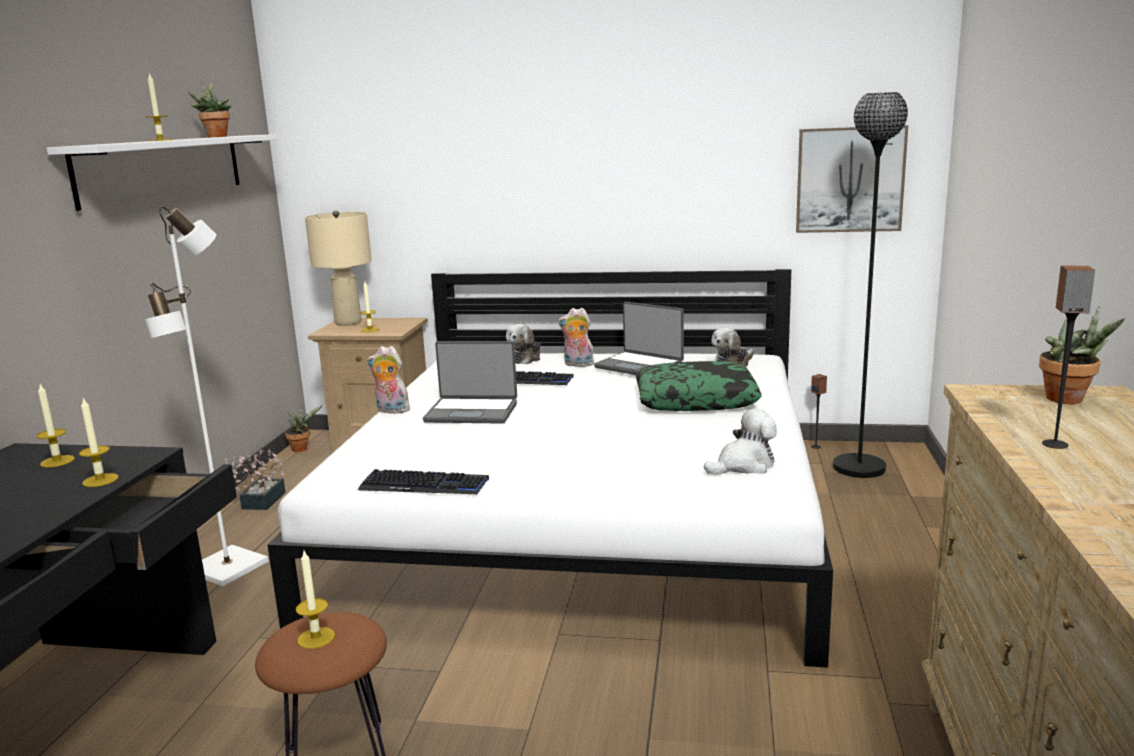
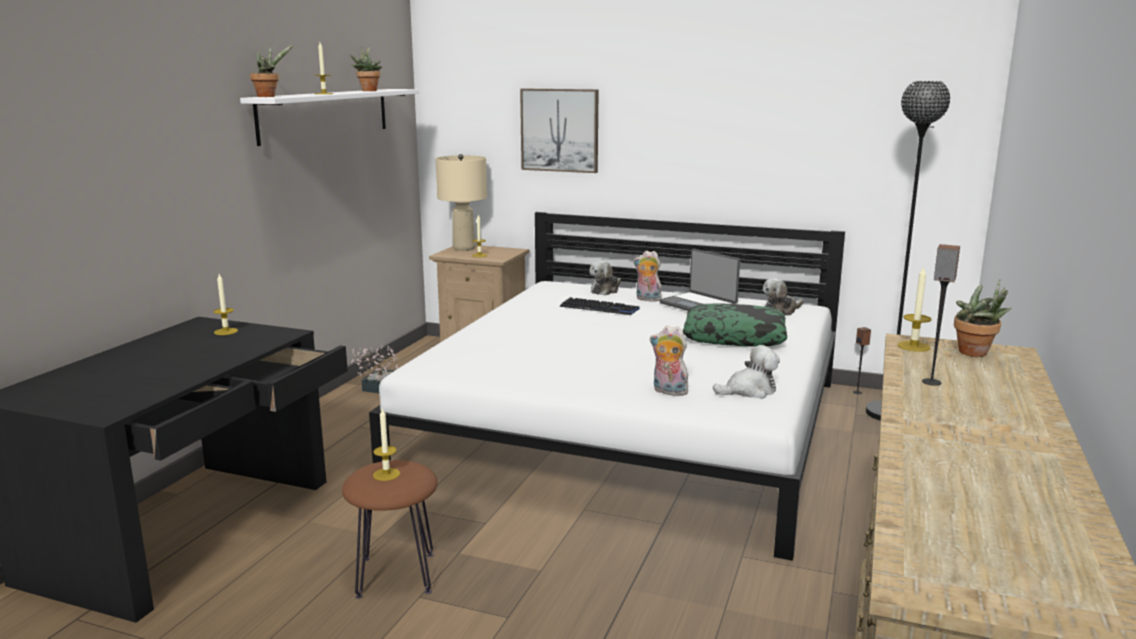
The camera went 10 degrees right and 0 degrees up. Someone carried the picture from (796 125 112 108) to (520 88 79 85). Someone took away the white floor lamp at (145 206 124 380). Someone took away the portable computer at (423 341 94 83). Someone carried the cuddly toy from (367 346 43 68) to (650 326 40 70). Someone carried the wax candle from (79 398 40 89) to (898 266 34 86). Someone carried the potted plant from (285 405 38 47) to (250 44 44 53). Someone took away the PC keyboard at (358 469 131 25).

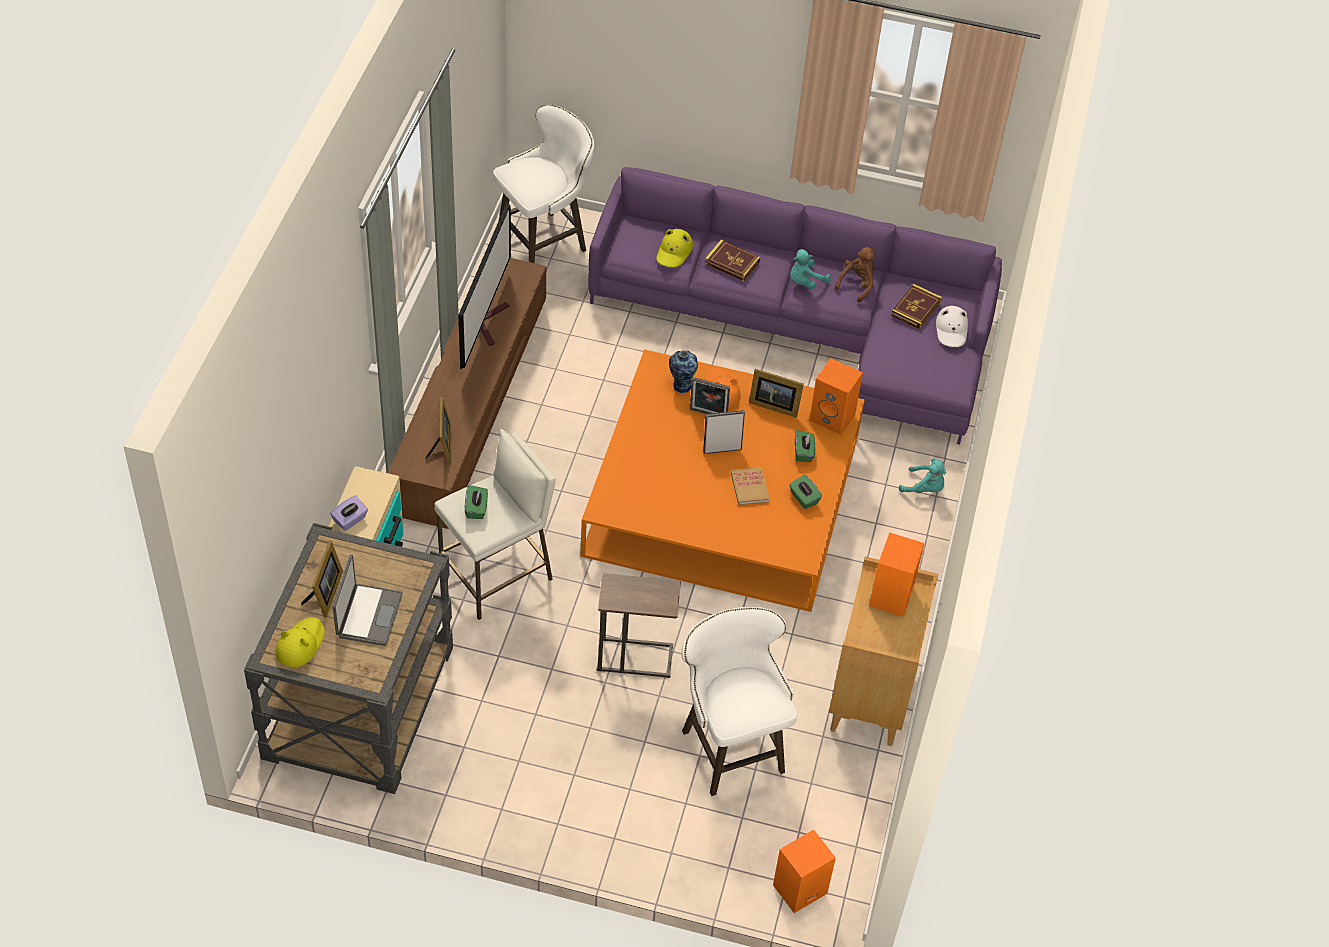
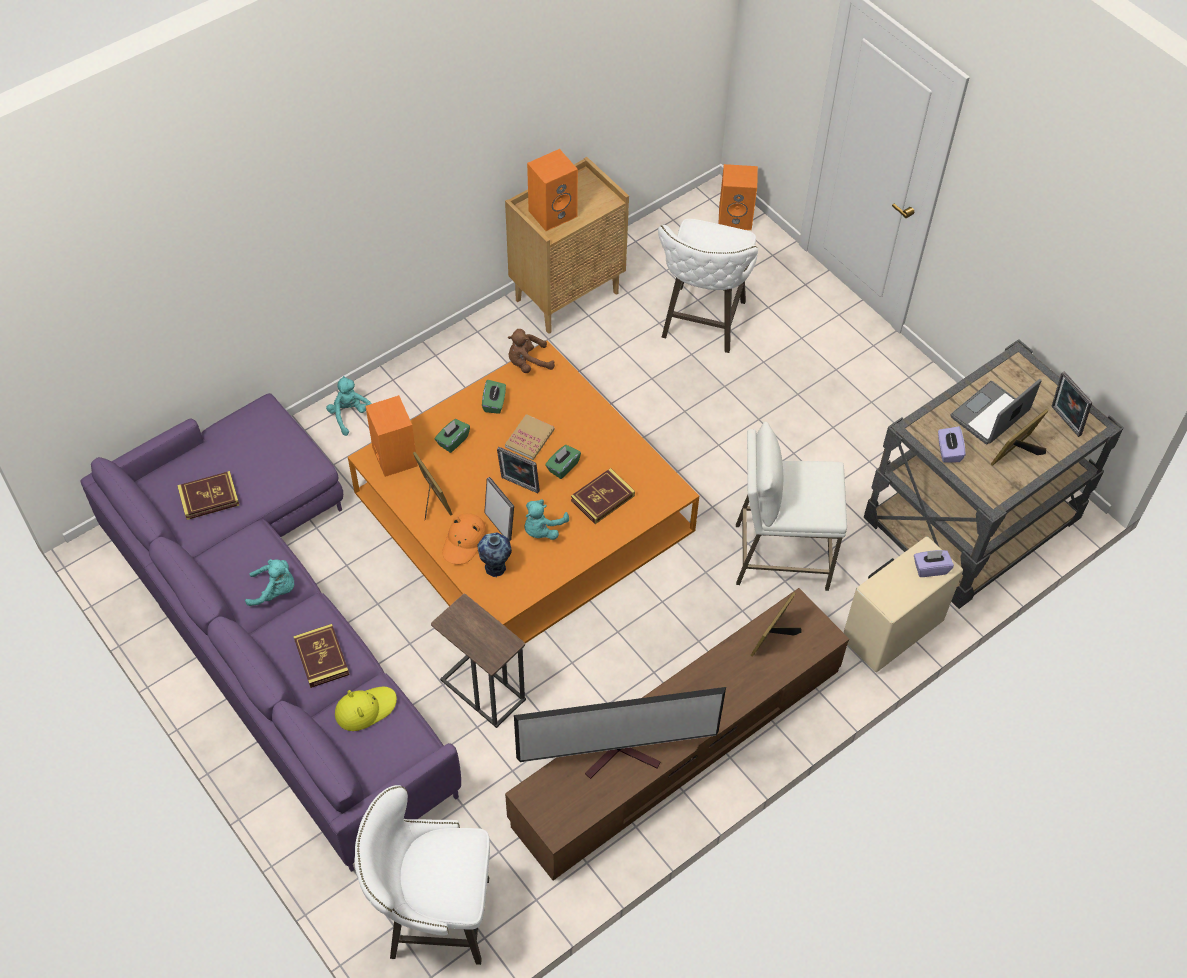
The camera went 140 degrees left and 5 degrees up. Someone rotated the television at (458 202 53 167) by 150 degrees counterclockwise. Someone carried the brown-coloured cuddly toy from (835 247 40 56) to (508 329 47 44). Someone took away the white clothing hat at (936 306 32 41). Someone carried the green-coloured box of tissues from (465 485 23 34) to (545 445 36 34). Someone carried the brown-coloured side table from (597 573 84 105) to (431 594 95 134). Someone swapped the yellow clothing hat at (275 617 50 50) for the standing frame at (1051 371 41 66). Someone put down the purplish box of tissues at (938 426 27 37). Someone put down the volume at (571 468 64 56). Someone put down the blue-green cuddly toy at (525 499 44 41).

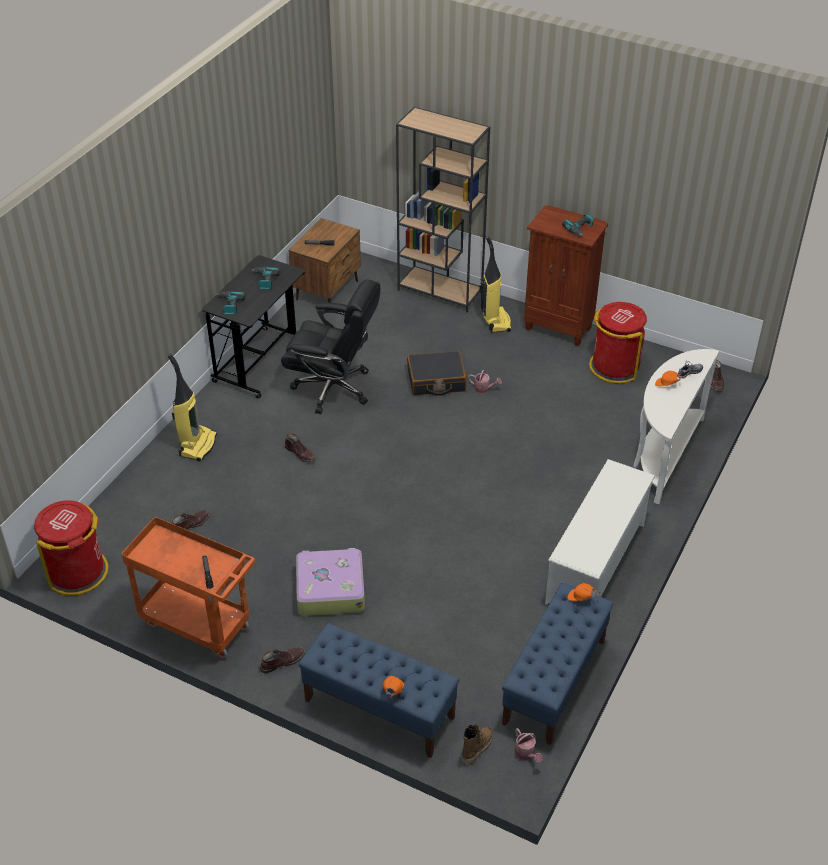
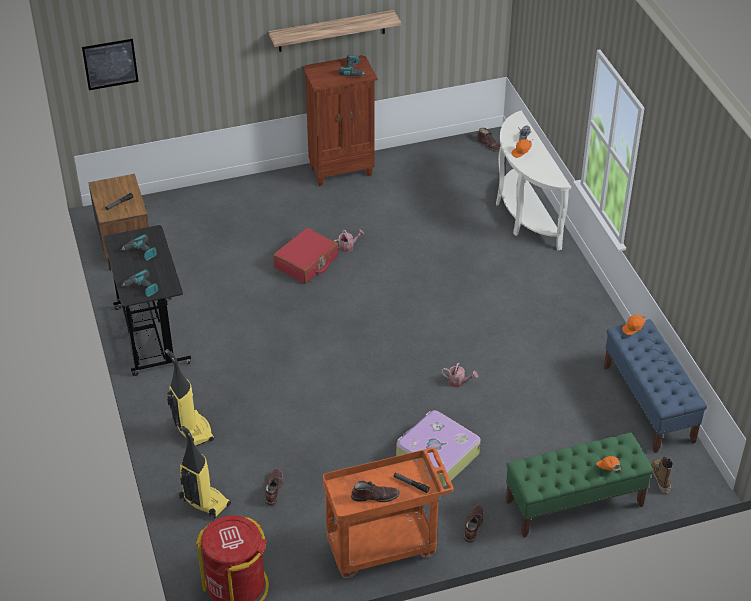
The camera went 45 degrees left and 0 degrees up. Someone took away the bookcase at (396 107 94 206). Someone carried the vacuum from (479 235 33 98) to (179 426 52 93). Someone took away the black office chair at (281 280 99 134). Someone took away the red-coloured waste bin at (589 302 58 81). Someone repainted the black piece of luggage at (407 351 59 45), which became the red-coloured piece of luggage at (273 228 65 56). Someone carried the brown-coloured high-top boot from (285 433 31 29) to (351 481 49 21). Someone took away the white shoe rack at (545 459 110 145). Someone repainted the blue-coloured indoor bench at (299 623 160 135), which became the green-coloured indoor bench at (506 432 147 105). Someone carried the watering can from (515 728 28 34) to (442 363 36 24). Someone put up the bracket shelf at (269 10 132 42). Someone put up the picture at (82 39 57 51).

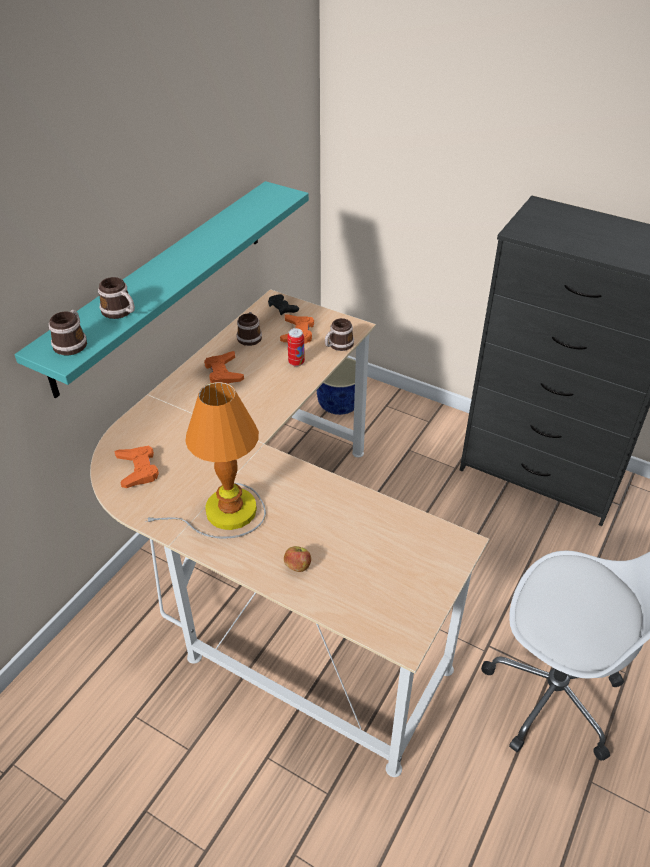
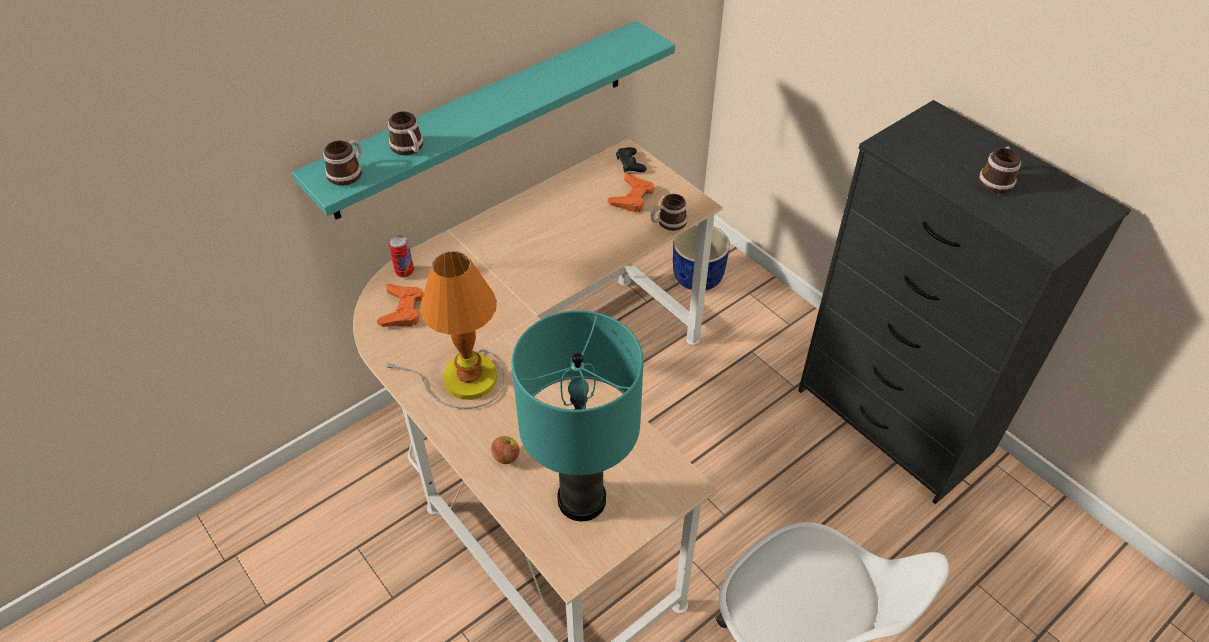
The camera went 20 degrees right and 5 degrees up. Someone carried the coffee mug from (237 312 25 34) to (978 146 43 48). Someone carried the can from (287 328 18 39) to (389 235 25 43). Someone took away the orange joypad at (204 351 40 33). Someone put down the blue-green table lamp at (511 310 133 211).

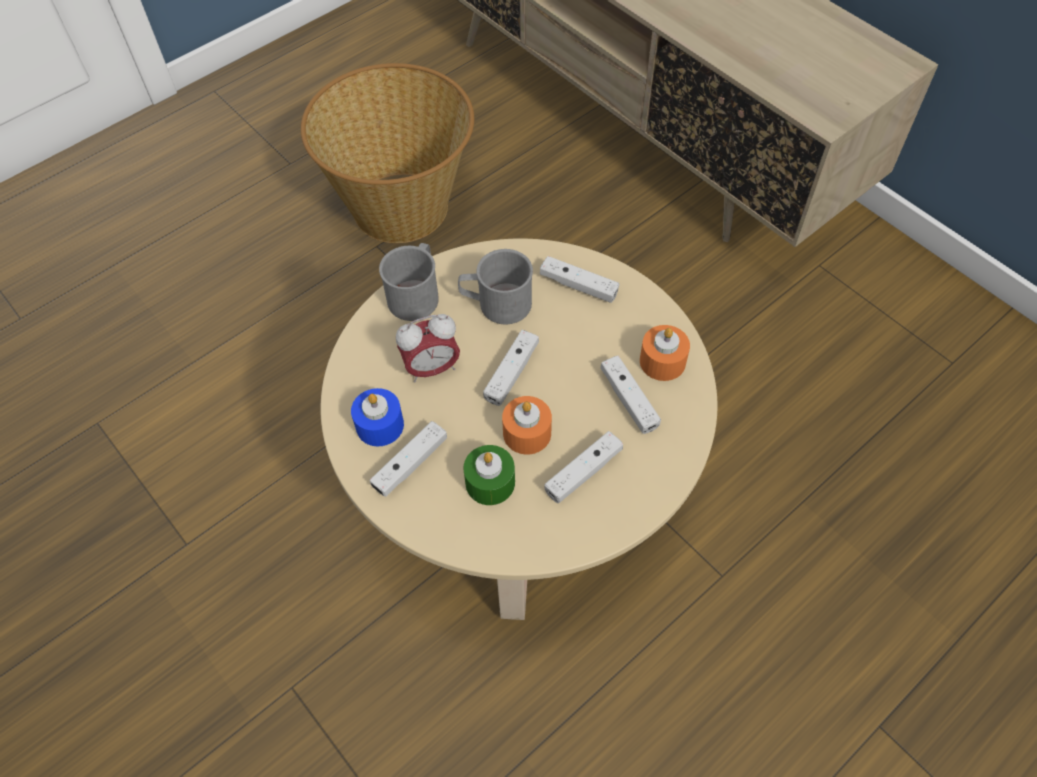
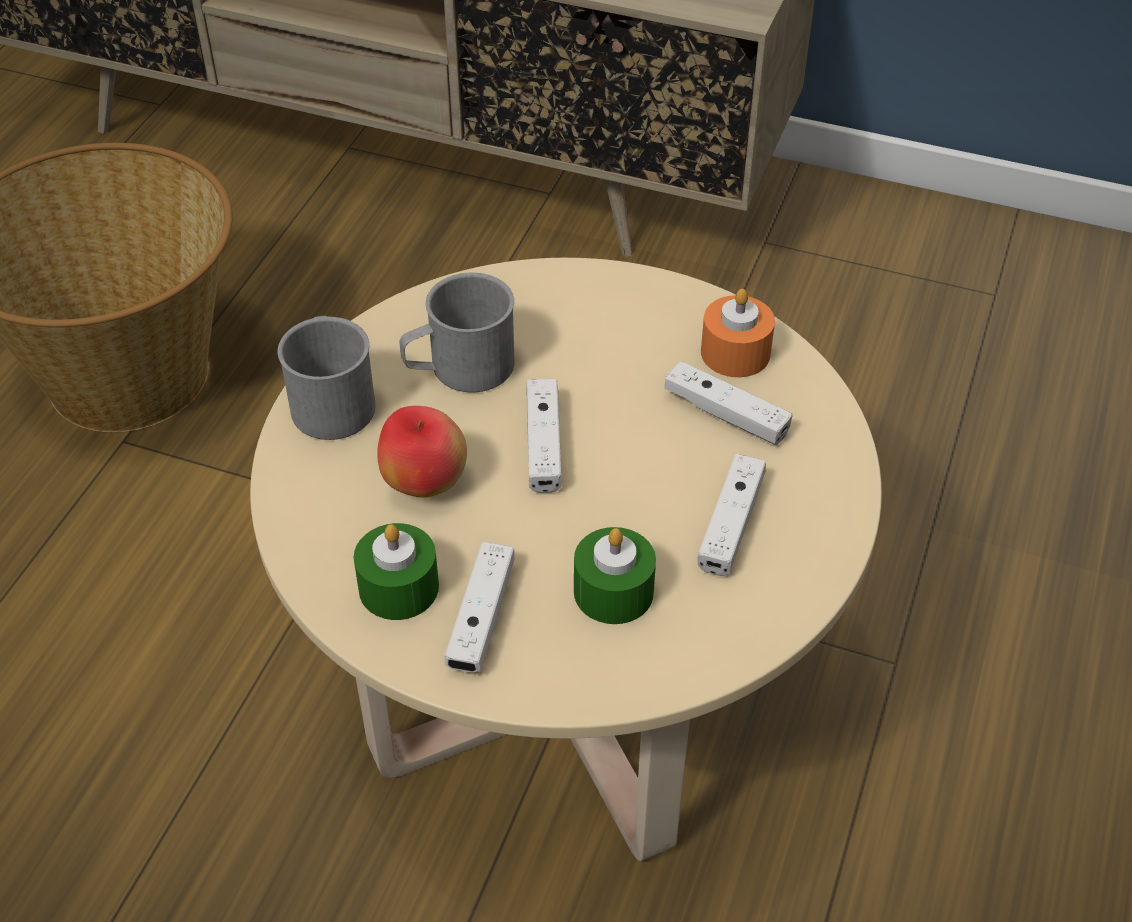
The camera went 30 degrees left and 10 degrees down. Someone took away the white joypad at (540 256 79 47). Someone swapped the bedside clock at (396 314 64 69) for the whole apple at (377 406 90 92). Someone repainted the blue-coloured wax candle at (351 388 53 58), which became the green-coloured wax candle at (354 523 85 97). Someone took away the orange wax candle at (502 396 50 59).

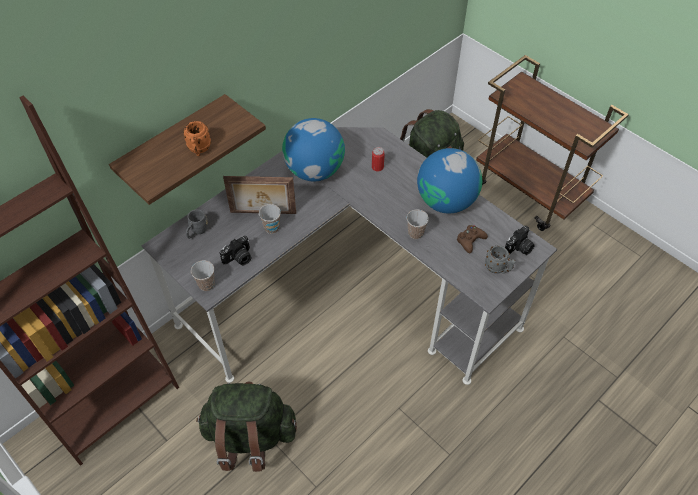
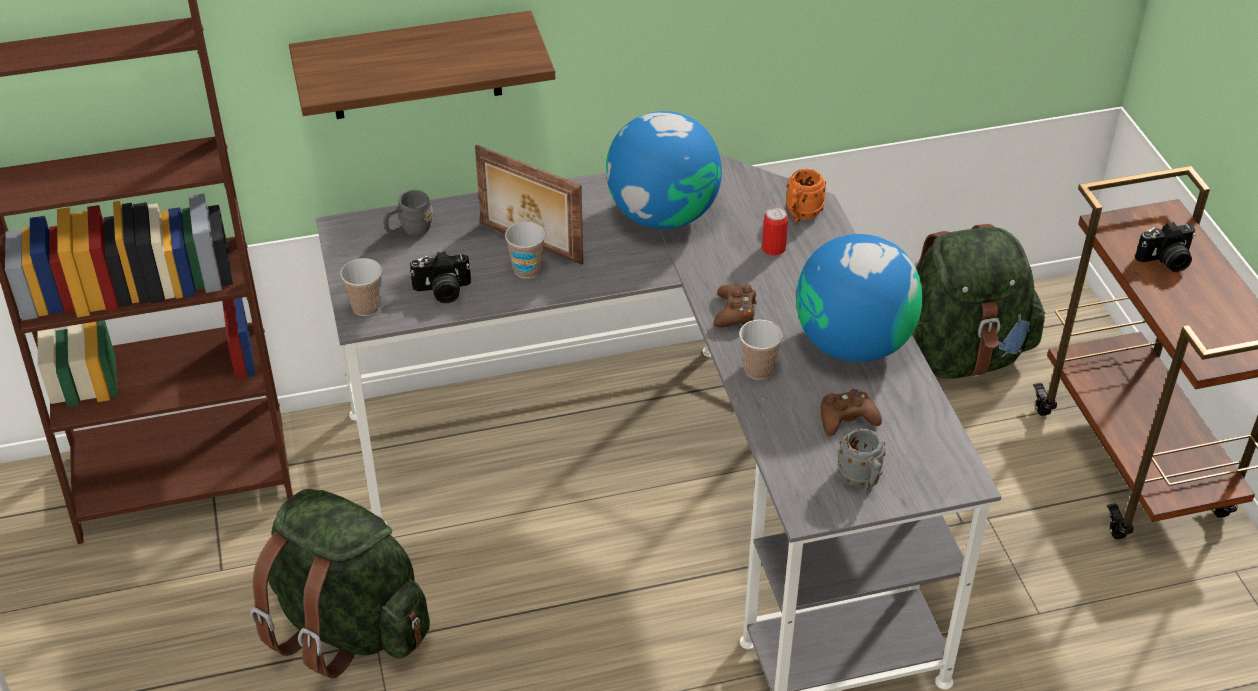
The camera went 30 degrees right and 10 degrees down. Someone carried the orange coffee mug from (183 121 28 35) to (786 169 40 53). Someone carried the photo camera from (505 226 30 29) to (1135 222 61 50). Someone put down the brown-coloured joypad at (714 284 43 44).

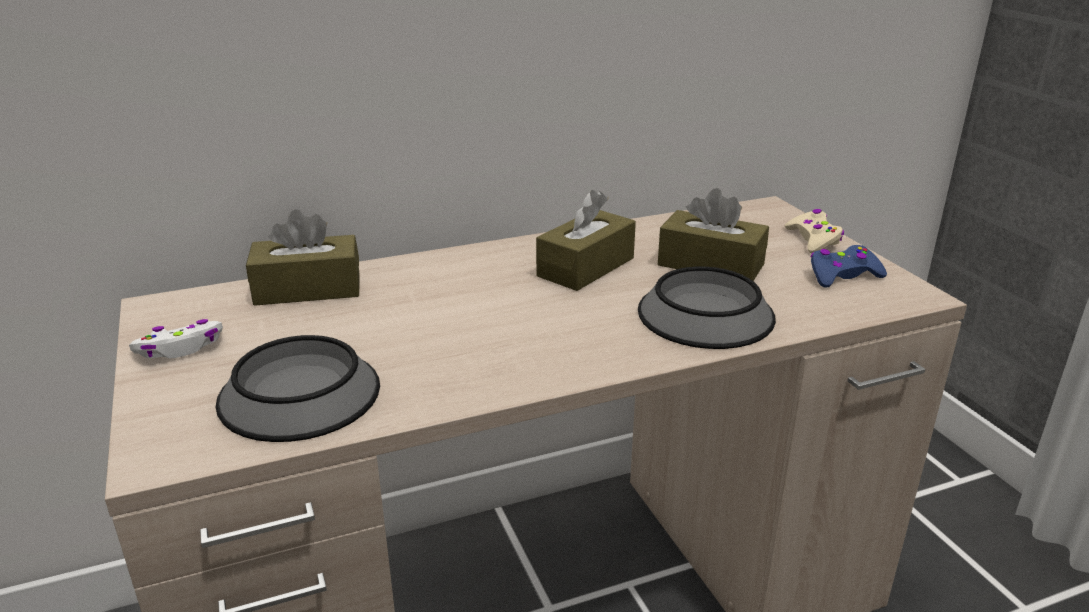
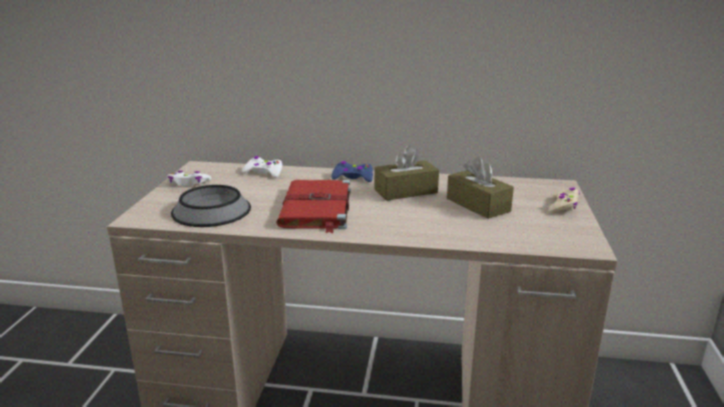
The camera went 30 degrees right and 5 degrees down. Someone swapped the brown-coloured box of tissues at (246 209 113 97) for the white joypad at (242 156 41 22). Someone carried the blue-coloured joypad from (810 245 77 42) to (331 161 42 21). Someone took away the bowl at (638 267 138 82). Someone put down the red-coloured volume at (276 180 75 53).

